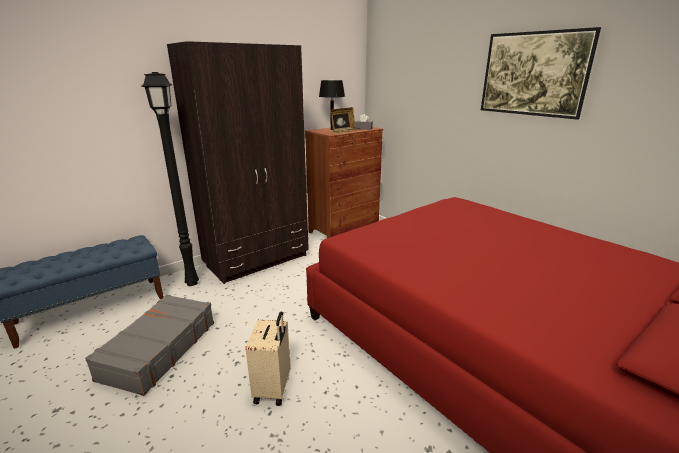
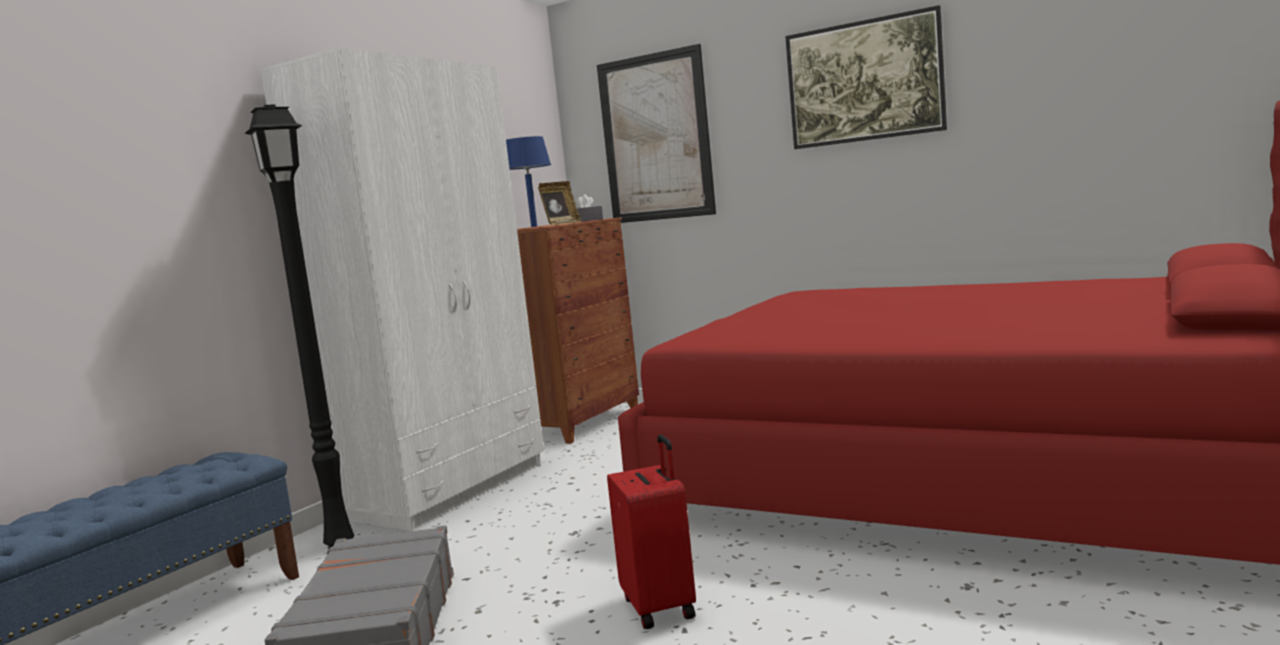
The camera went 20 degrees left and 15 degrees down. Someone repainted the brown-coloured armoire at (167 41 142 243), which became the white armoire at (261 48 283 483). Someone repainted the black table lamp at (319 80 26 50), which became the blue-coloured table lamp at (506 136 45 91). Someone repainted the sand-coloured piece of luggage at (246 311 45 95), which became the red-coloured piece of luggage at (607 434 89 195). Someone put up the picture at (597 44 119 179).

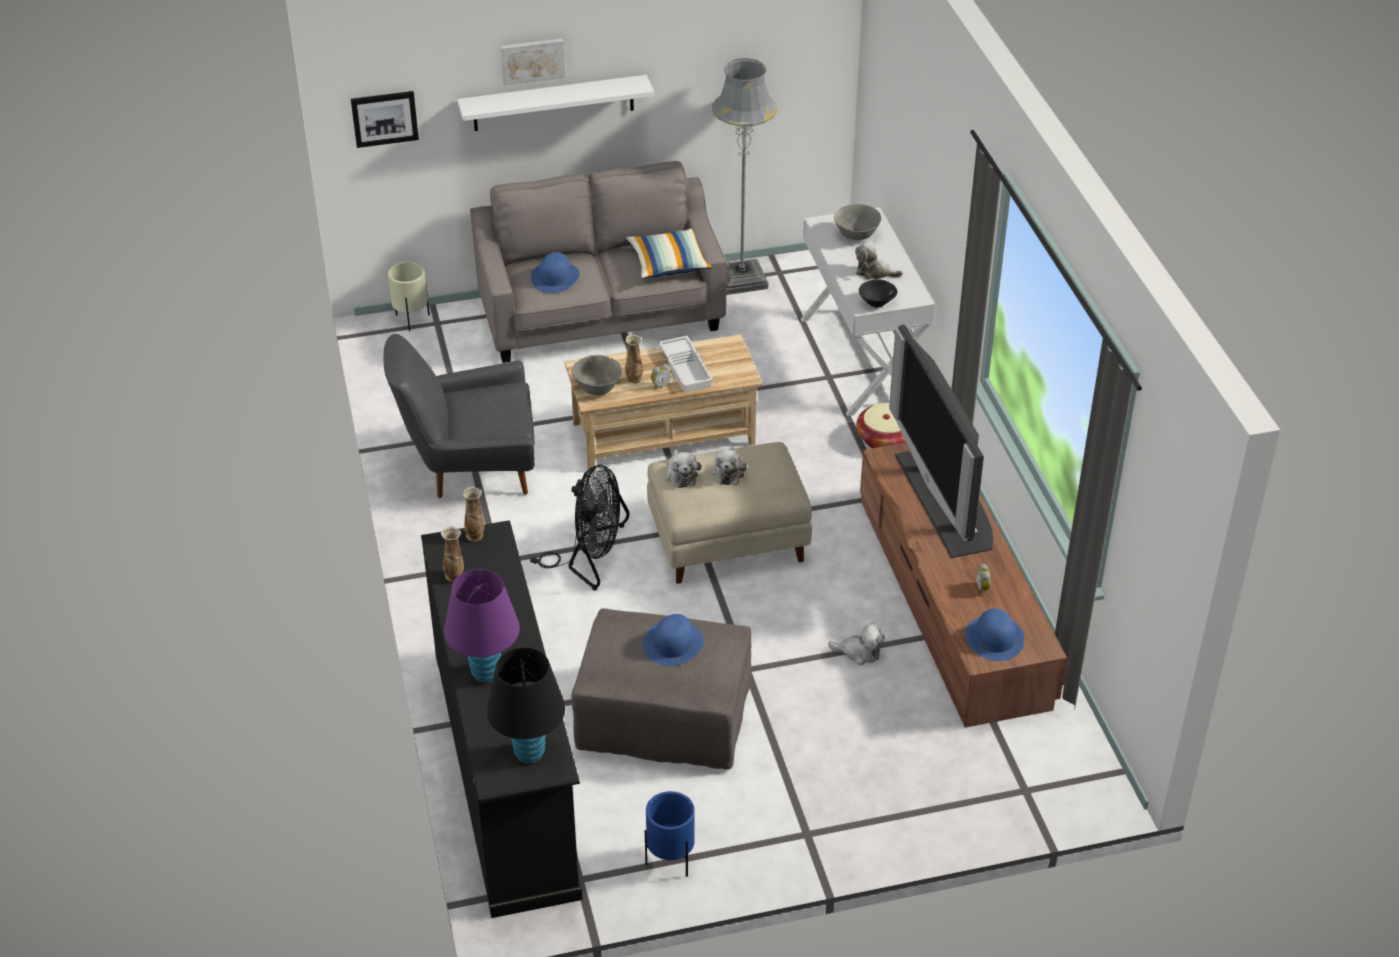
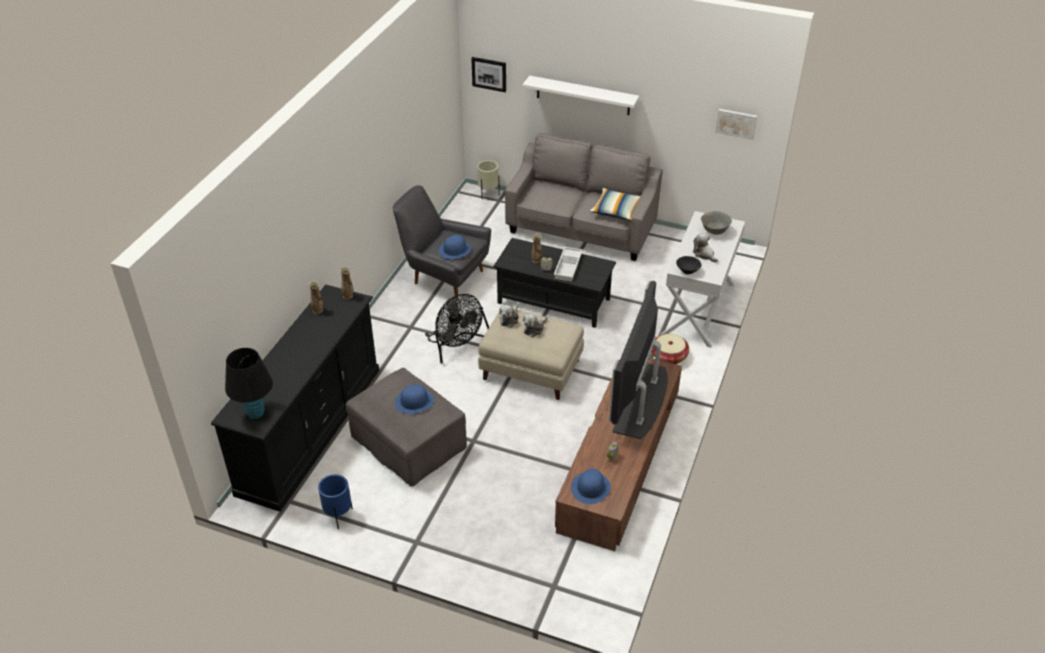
The camera went 35 degrees right and 0 degrees up. Someone carried the picture from (501 38 64 48) to (715 109 42 31). Someone took away the gray floor lamp at (712 58 66 237). Someone carried the blue-coloured clothing hat from (531 252 49 41) to (439 235 32 24). Someone repainted the sand-coloured lounge table at (565 334 197 137), which became the black lounge table at (493 238 123 90). Someone took away the gray bowl at (572 355 50 40). Someone took away the purplish table lamp at (444 569 76 114). Someone took away the cuddly toy at (828 623 57 42).

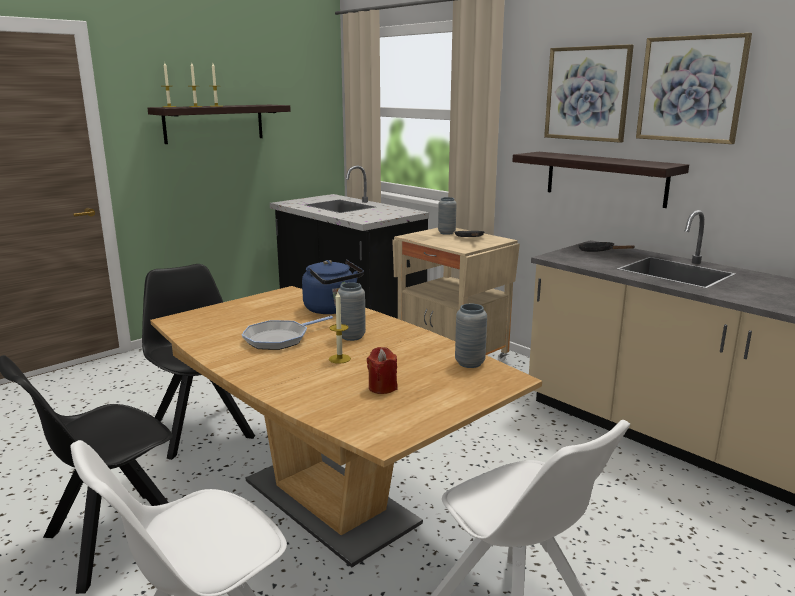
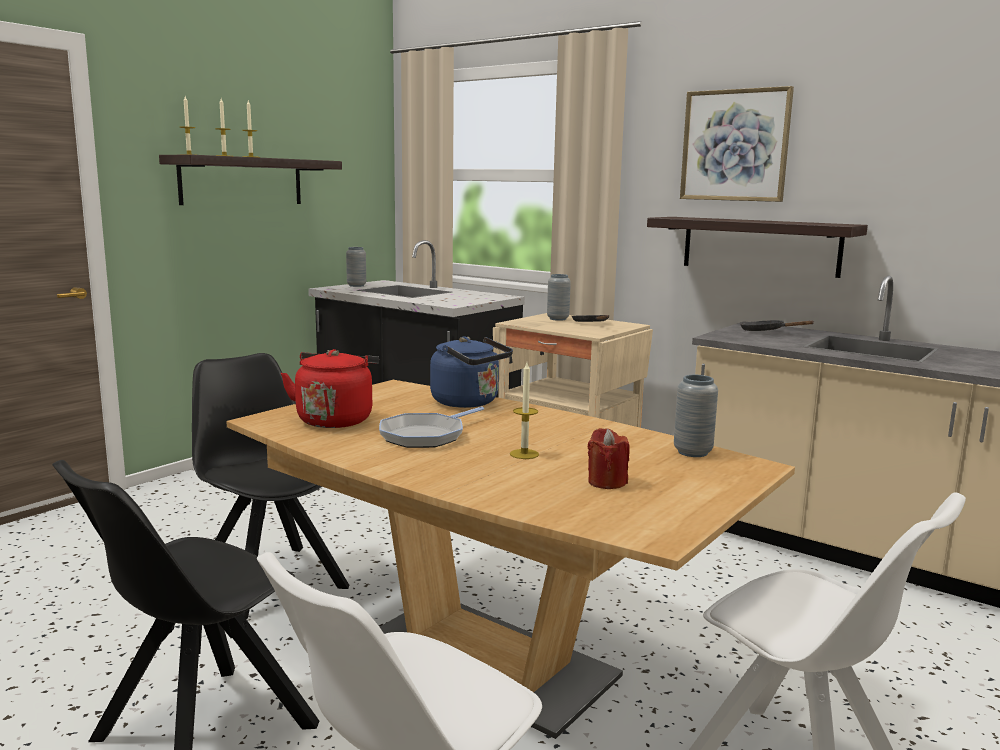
The camera went 10 degrees left and 5 degrees down. Someone took away the picture at (636 33 116 111). Someone carried the gray flower vase from (337 282 29 59) to (346 247 20 40). Someone put down the red-coloured water kettle at (281 349 98 79).

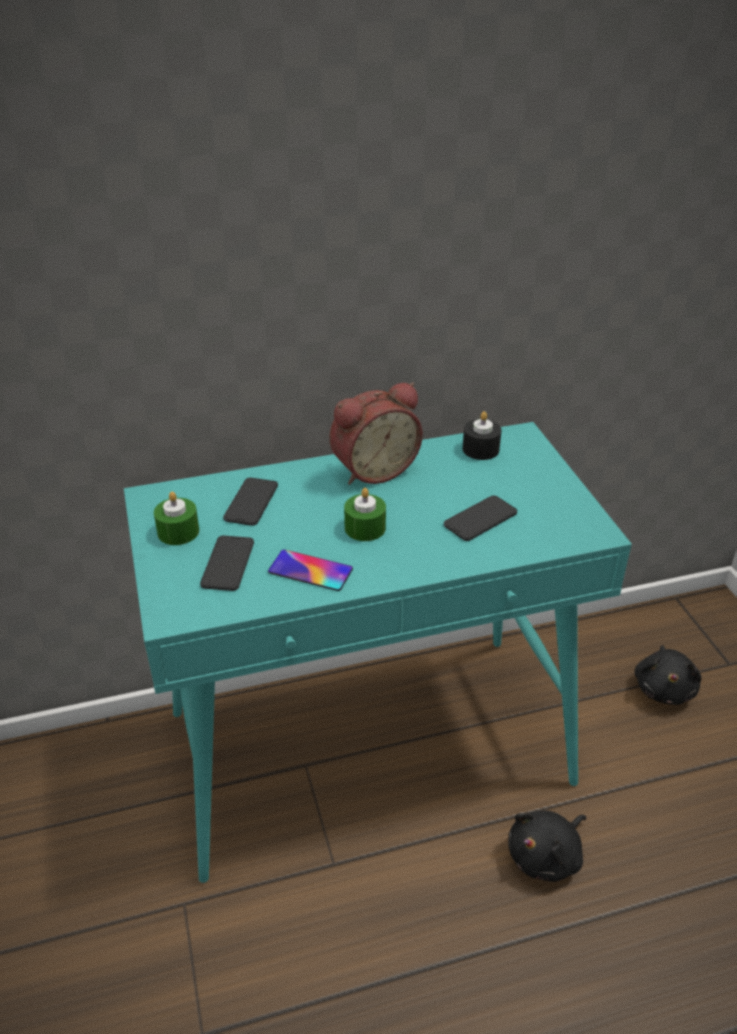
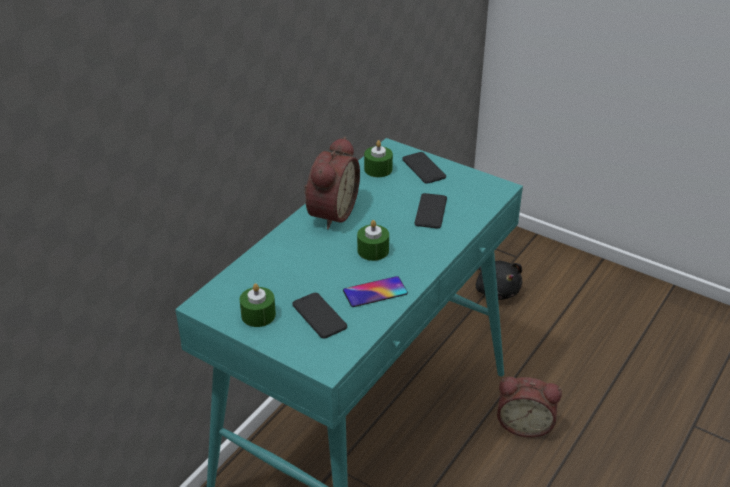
The camera went 40 degrees left and 0 degrees up. Someone repainted the black wax candle at (463 411 39 49), which became the green-coloured wax candle at (364 140 29 37). Someone carried the telephone from (223 478 55 48) to (402 152 44 32). Someone swapped the black cuddly toy at (508 811 78 71) for the bedside clock at (497 377 65 60).

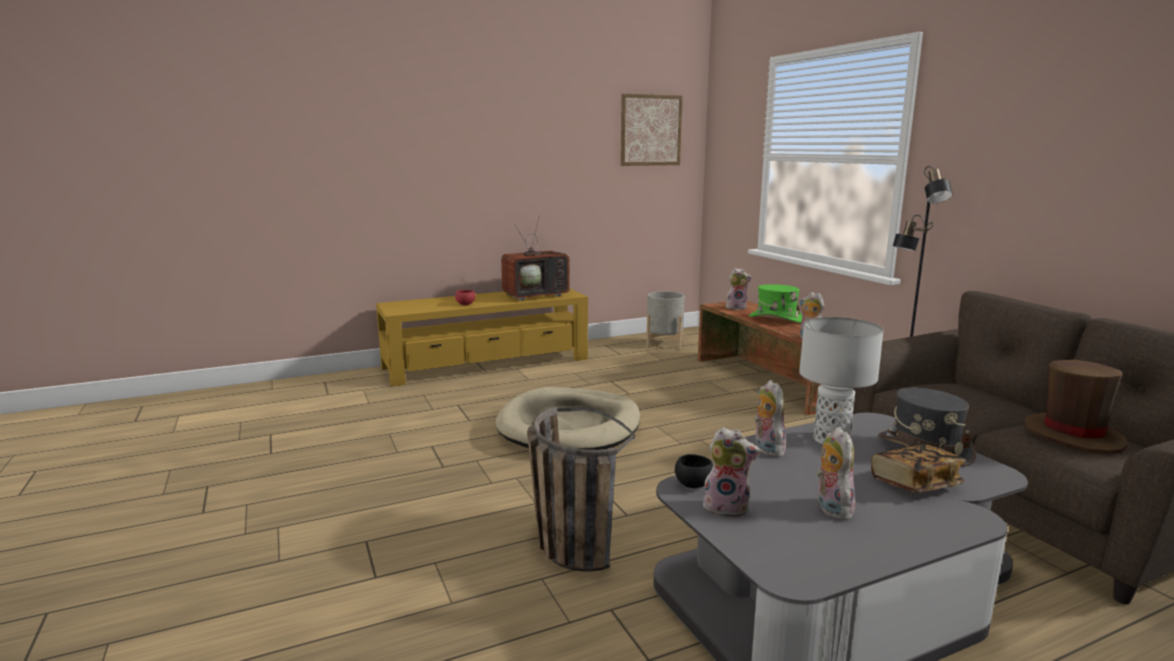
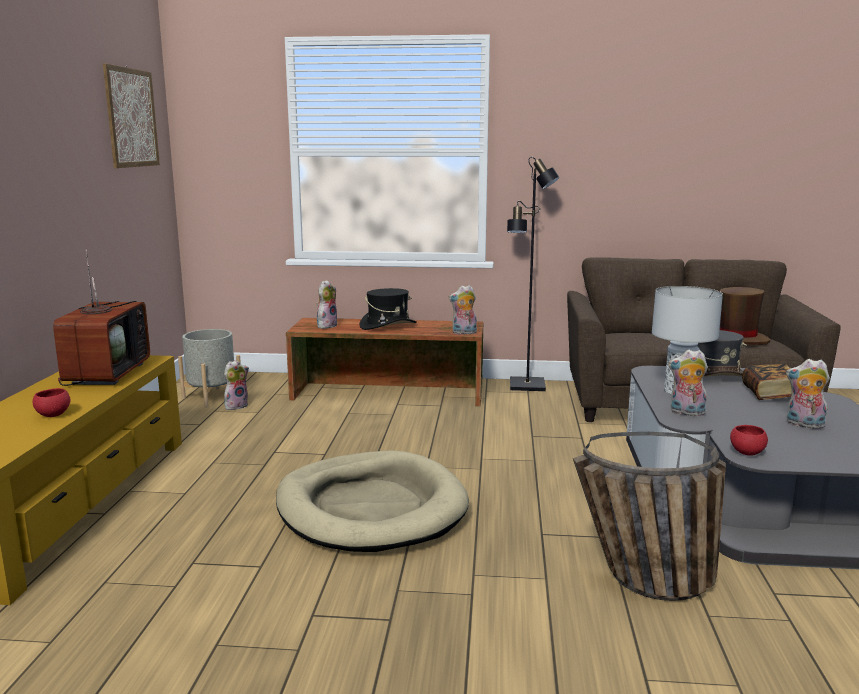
The camera went 60 degrees left and 0 degrees up. Someone repainted the green-coloured clothing hat at (749 284 53 39), which became the black clothing hat at (359 288 58 42). Someone carried the cuddly toy from (700 427 61 91) to (224 360 25 50). Someone repainted the black bowl at (675 454 38 34), which became the red-coloured bowl at (730 425 38 31).

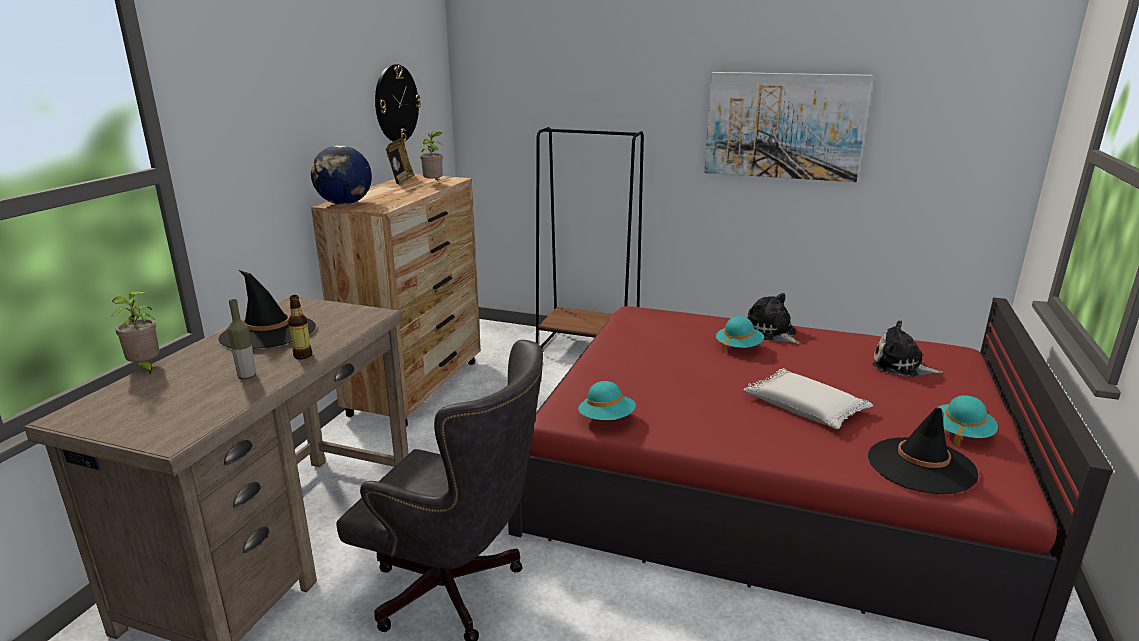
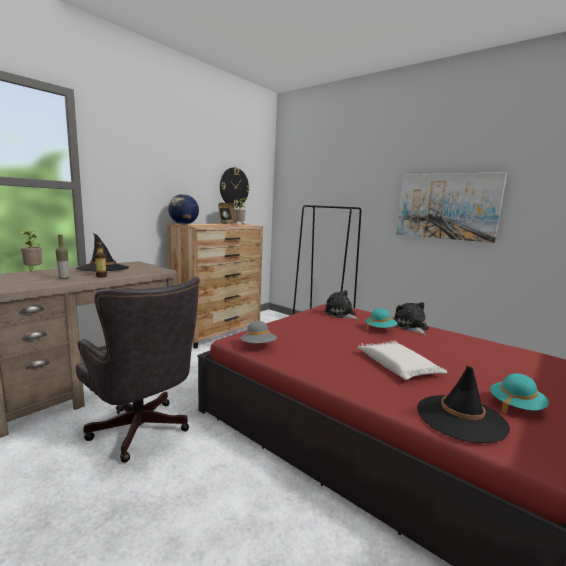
The camera went 20 degrees right and 10 degrees down. Someone carried the cuddly toy from (873 321 70 56) to (324 290 35 30). Someone repainted the blue-green clothing hat at (578 381 58 39), which became the gray clothing hat at (240 321 37 22).

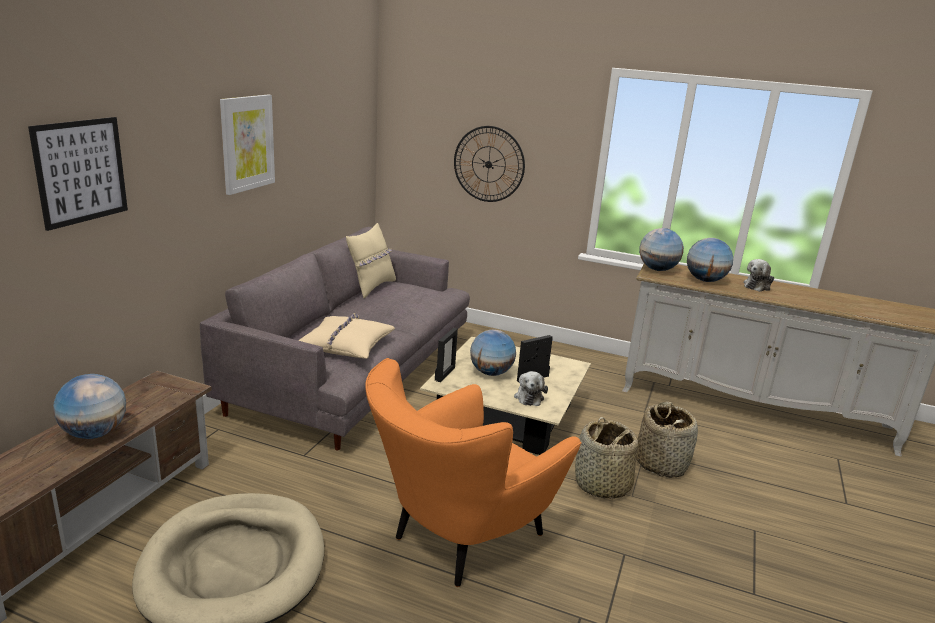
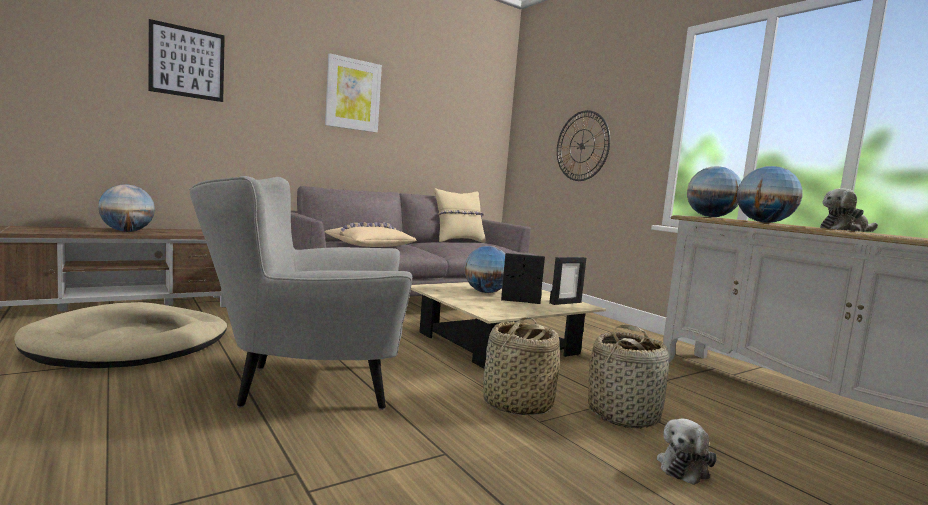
The camera went 35 degrees right and 15 degrees down. Someone carried the standing frame from (435 328 23 54) to (549 257 37 48). Someone repainted the orange lounge chair at (365 358 217 229), which became the gray lounge chair at (189 176 223 234). Someone carried the cuddly toy from (514 371 34 35) to (657 419 60 66).

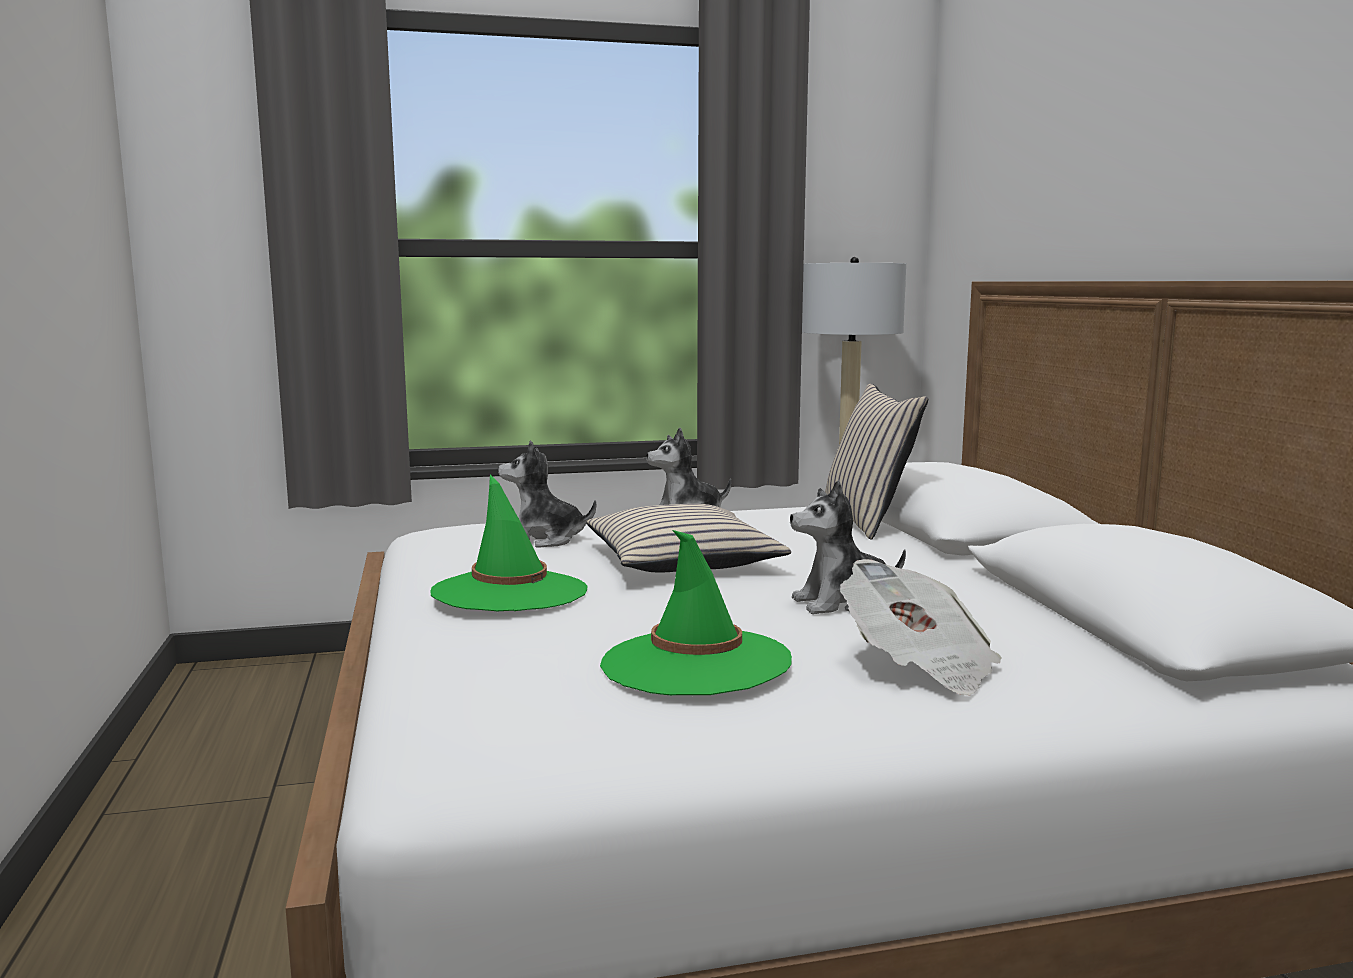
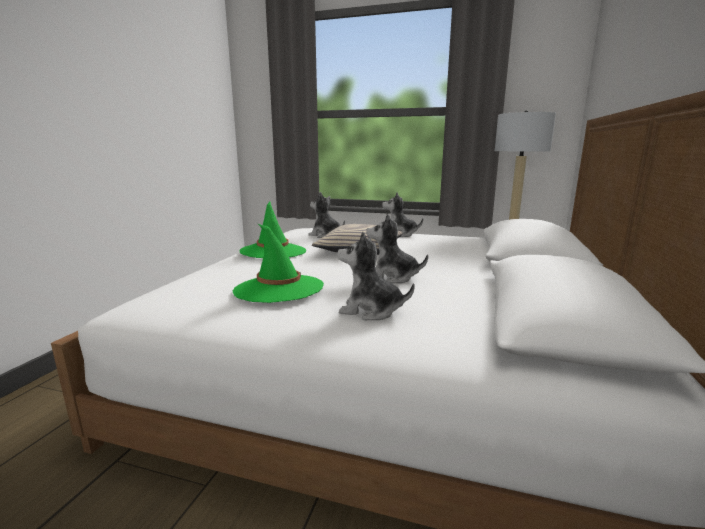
The camera went 30 degrees right and 5 degrees up. Someone took away the sand-coloured throw pillow at (825 384 103 156). Someone swapped the daily paper at (840 559 162 137) for the cuddly toy at (337 232 78 88).

